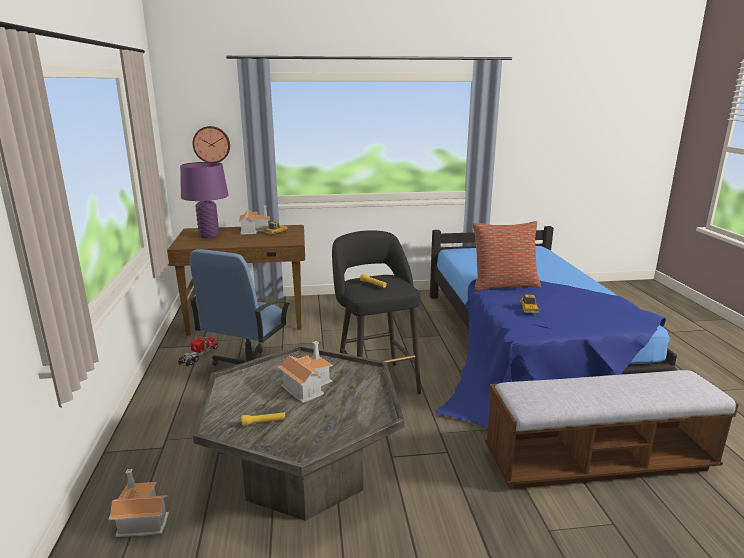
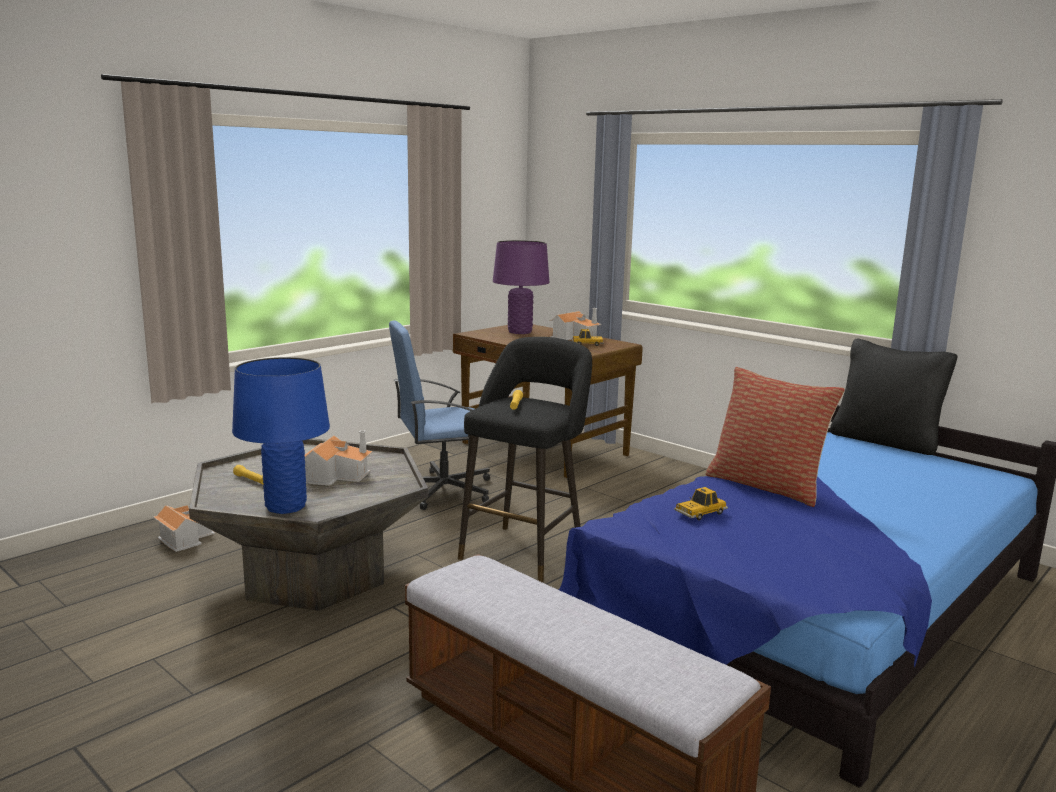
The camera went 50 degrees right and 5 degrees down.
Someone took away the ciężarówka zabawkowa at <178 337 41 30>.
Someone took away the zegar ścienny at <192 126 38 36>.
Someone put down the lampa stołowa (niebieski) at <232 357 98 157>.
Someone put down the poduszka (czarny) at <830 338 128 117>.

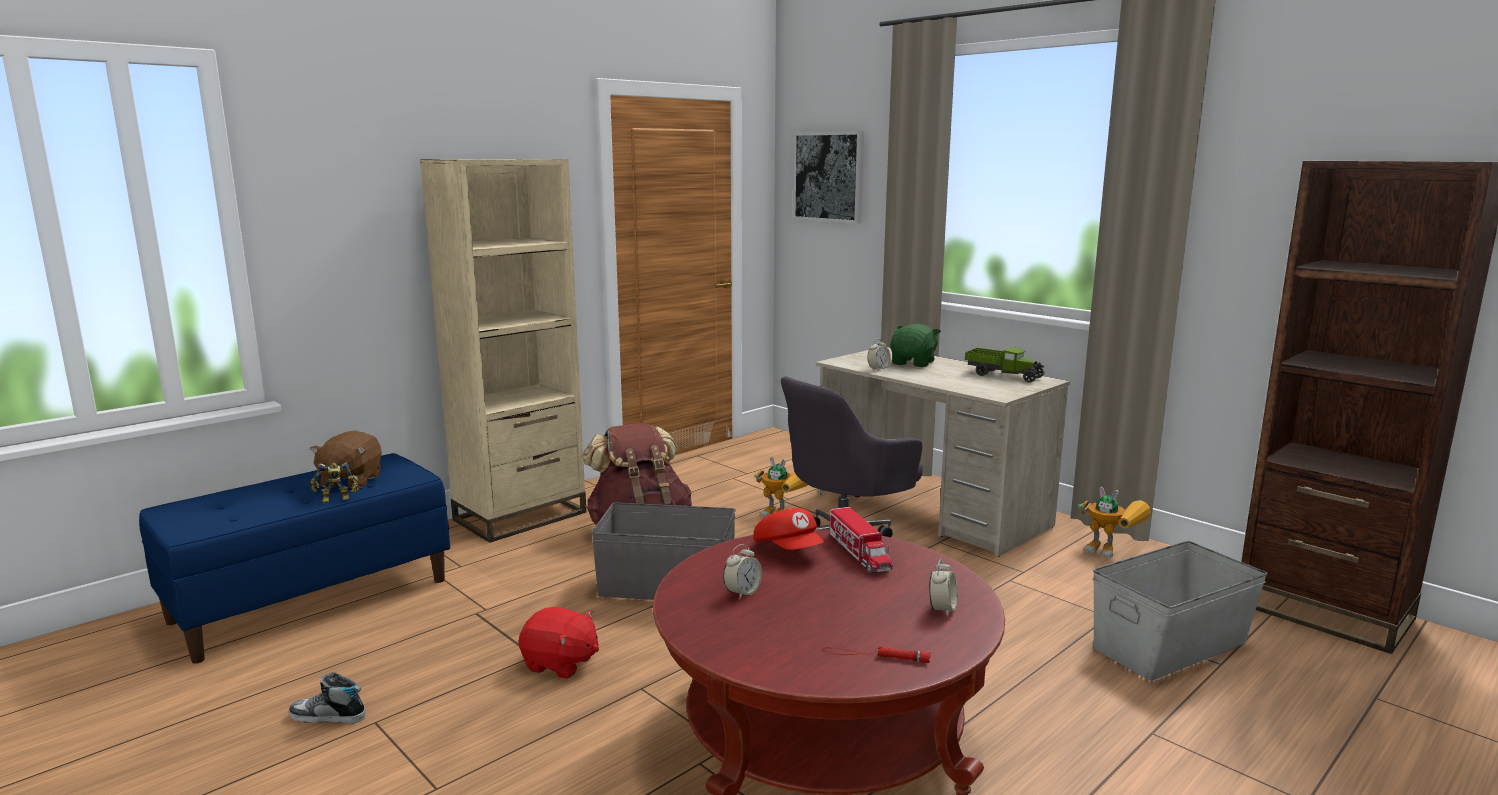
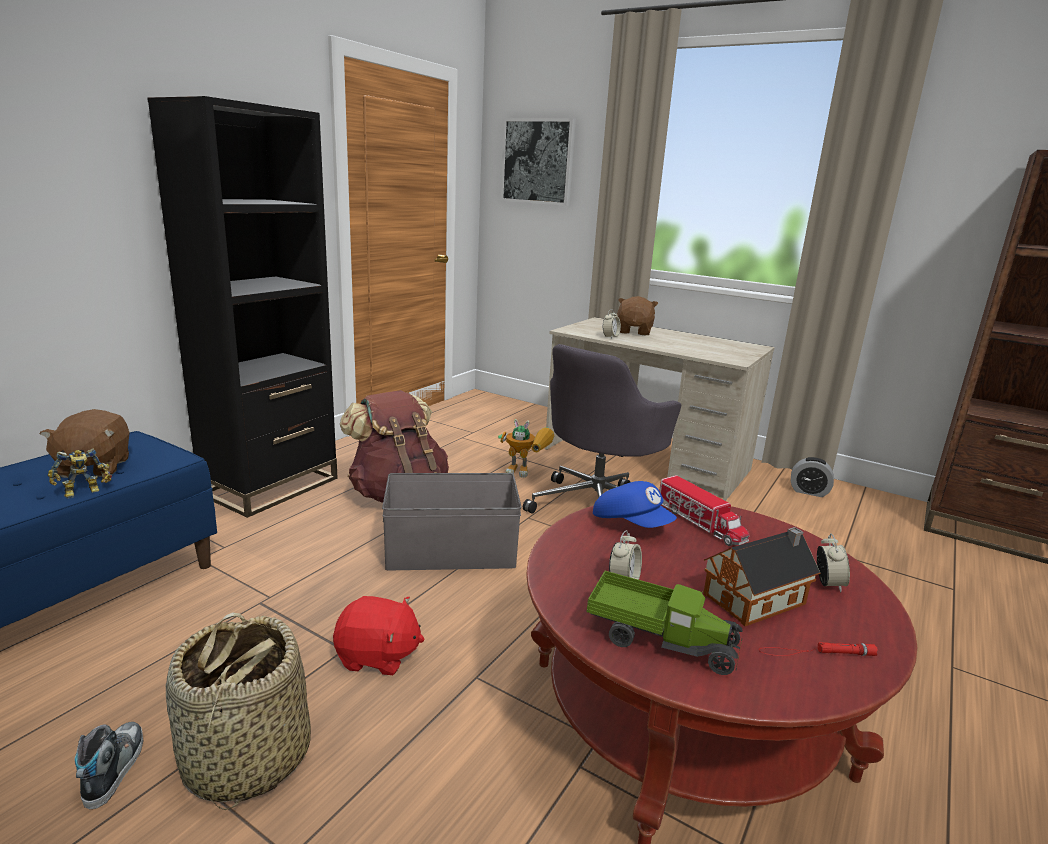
The camera went 15 degrees left and 5 degrees up.
Someone rotated the but at <289 672 77 52> by 90 degrees clockwise.
Someone repainted the regał (beżowy) at <420 159 167 384>, which became the regał (czarny) at <147 96 191 422>.
Someone repainted the czapka z daszkiem (czerwony) at <753 508 71 42>, which became the czapka z daszkiem (niebieski) at <593 481 84 47>.
Someone repainted the pluszak (zielony) at <890 324 51 43>, which became the pluszak (brązowy) at <617 296 41 39>.
Someone carried the ciężarówka zabawkowa from <965 347 80 36> to <587 571 156 104>.
Someone swapped the robot zabawkowy at <1078 487 73 71> for the budzik at <791 457 43 40>.
Someone took away the pojemnik do przechowywania (szary) at <1092 541 176 140>.
Someone put down the koszyk at <166 612 145 198>.
Someone put down the domek at <703 527 117 99>.

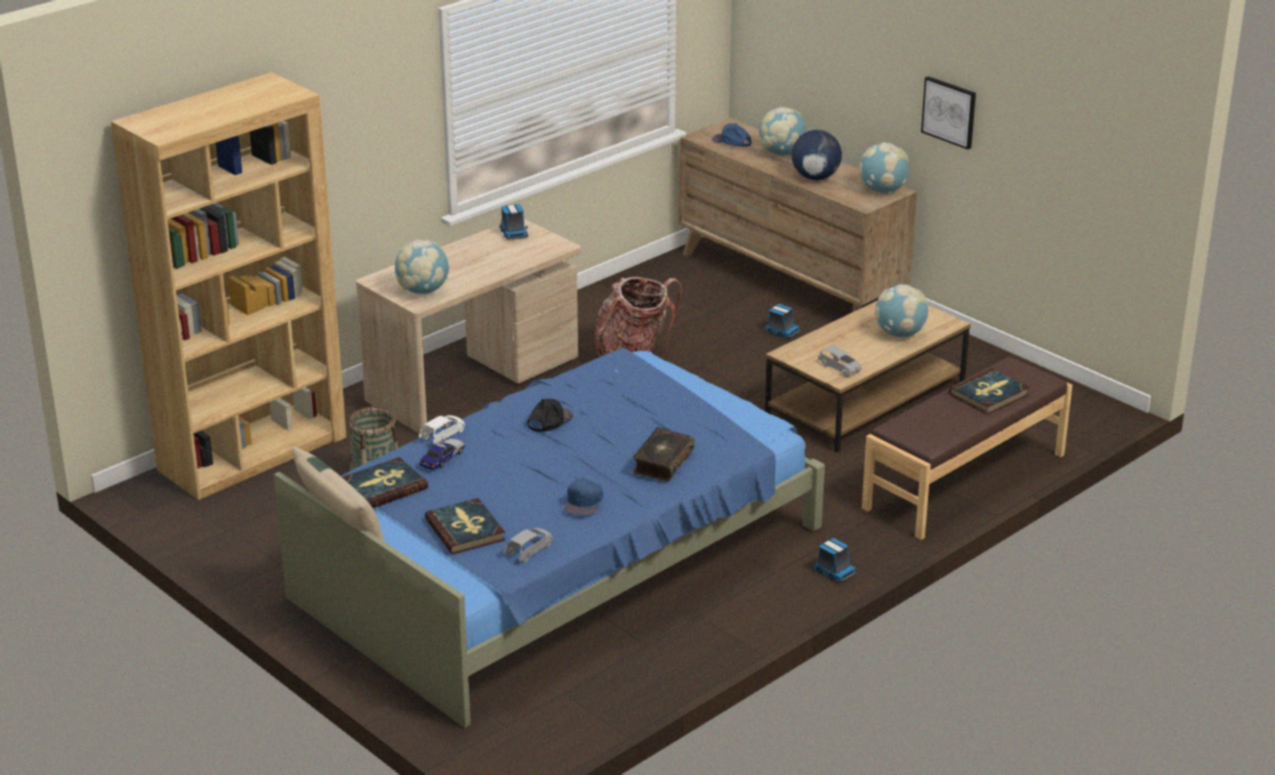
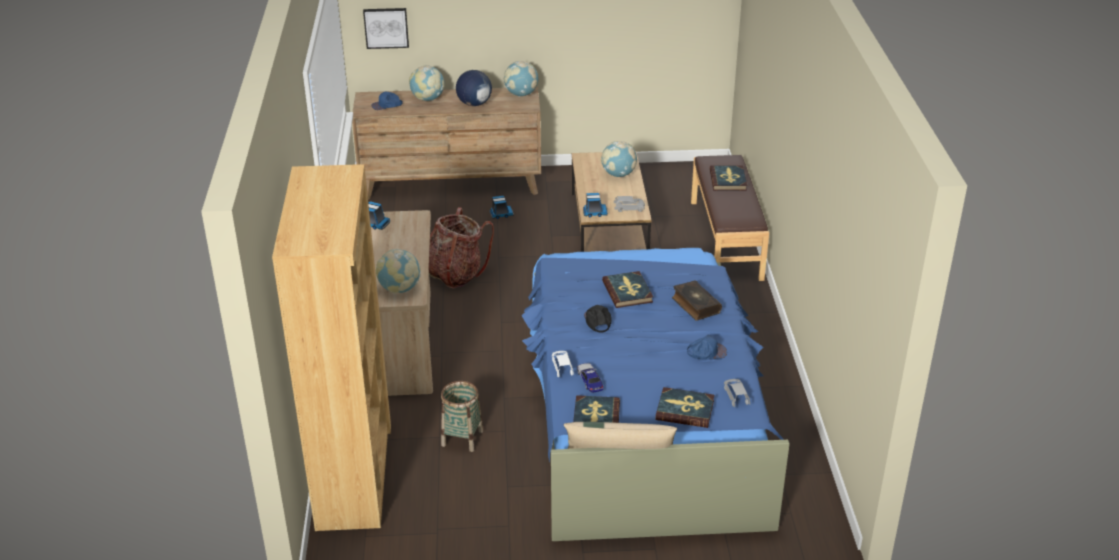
The camera went 50 degrees left and 5 degrees up.
Someone rotated the czapka z daszkiem (niebieski) at <564 477 40 39> by 60 degrees counterclockwise.
Someone carried the ciężarówka zabawkowa from <813 538 44 45> to <583 193 25 24>.
Someone carried the obraz from <921 76 55 74> to <363 8 46 41>.
Someone put down the książka at <602 271 51 37>.

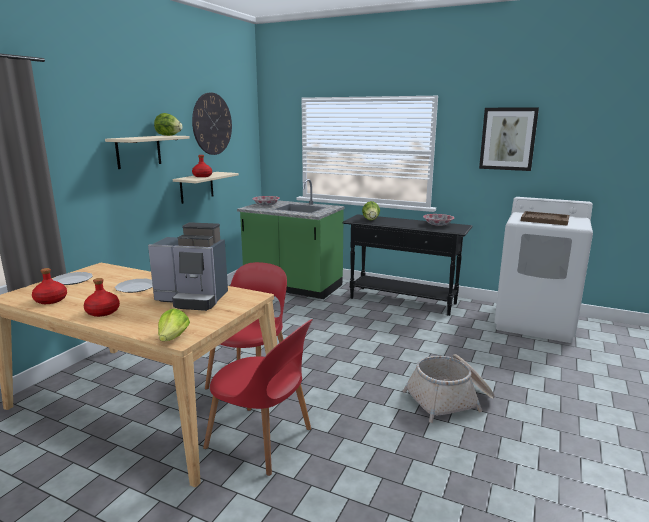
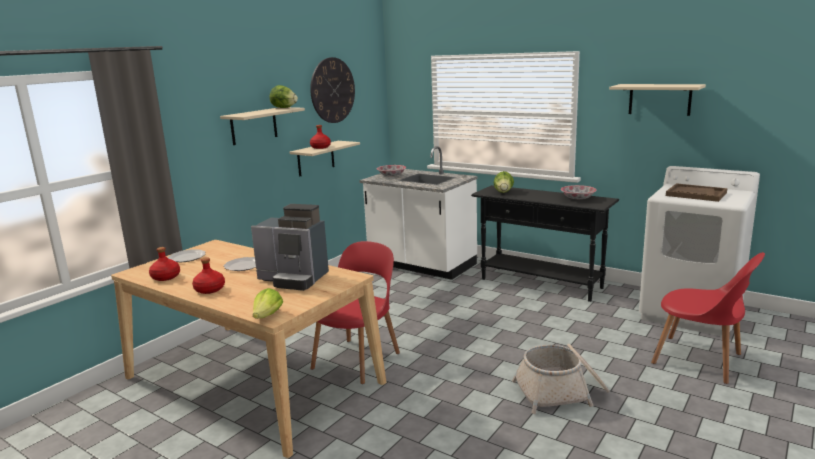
The camera went 10 degrees right and 0 degrees up.
Someone carried the krzesło (czerwony) from <203 319 110 157> to <651 252 114 132>.
Someone repainted the zabudowa kuchenna (zielony) at <237 179 107 120>, which became the zabudowa kuchenna (biały) at <359 146 118 134>.
Someone swapped the obraz at <479 107 60 64> for the półka (beżowy) at <609 84 97 32>.

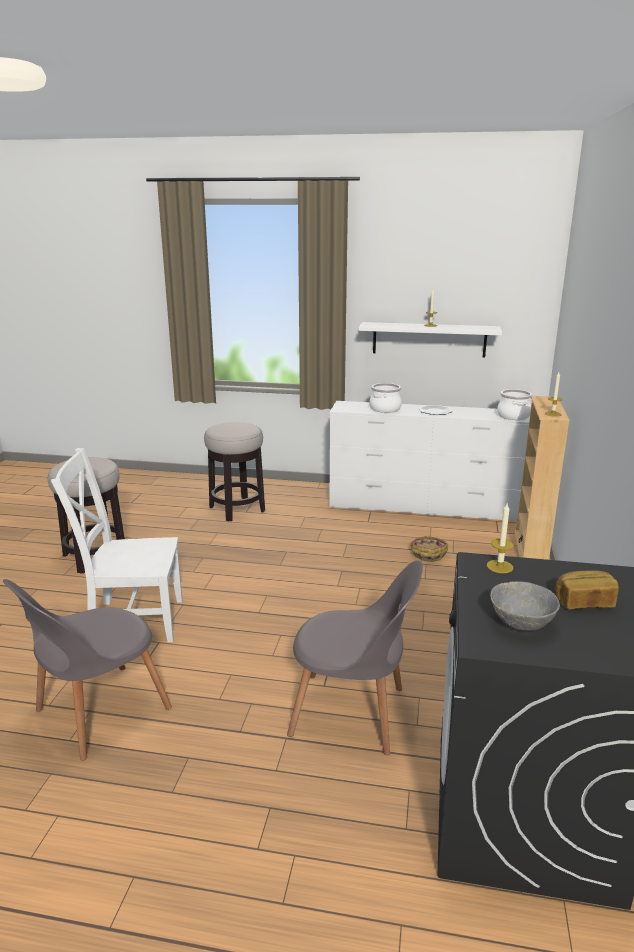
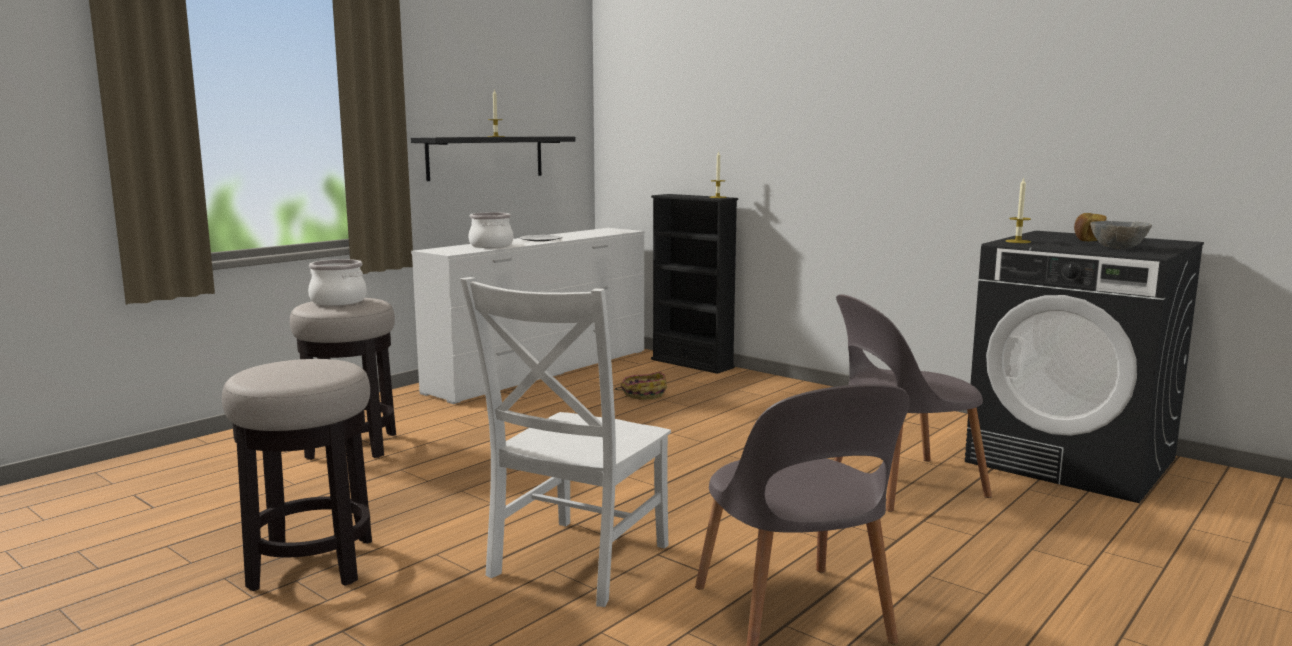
The camera went 60 degrees left and 10 degrees down.
Someone rotated the krzesło (szary) at <287 561 136 194> by 150 degrees counterclockwise.
Someone repainted the półka (biały) at <359 322 143 36>, which became the półka (czarny) at <411 136 165 45>.
Someone carried the garnek from <497 389 35 31> to <308 259 59 47>.
Someone repainted the regał (beżowy) at <514 396 56 164>, which became the regał (czarny) at <651 194 87 180>.

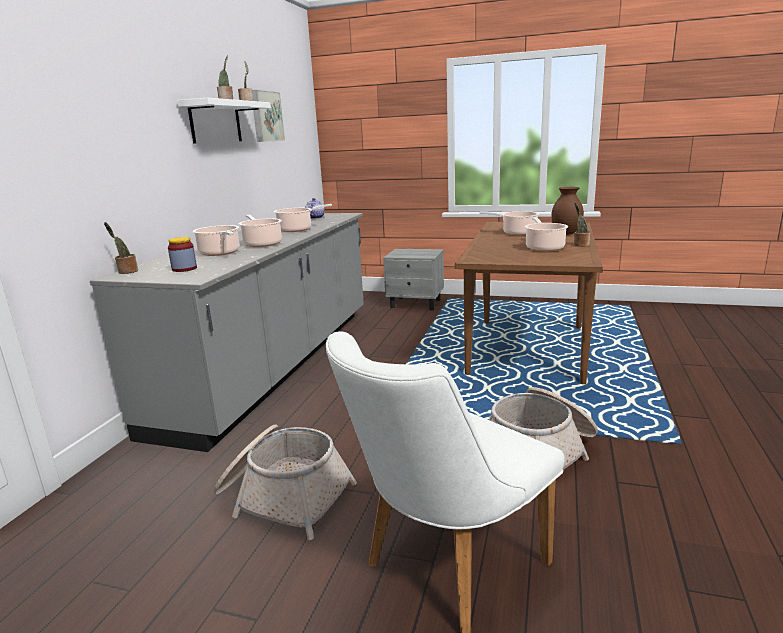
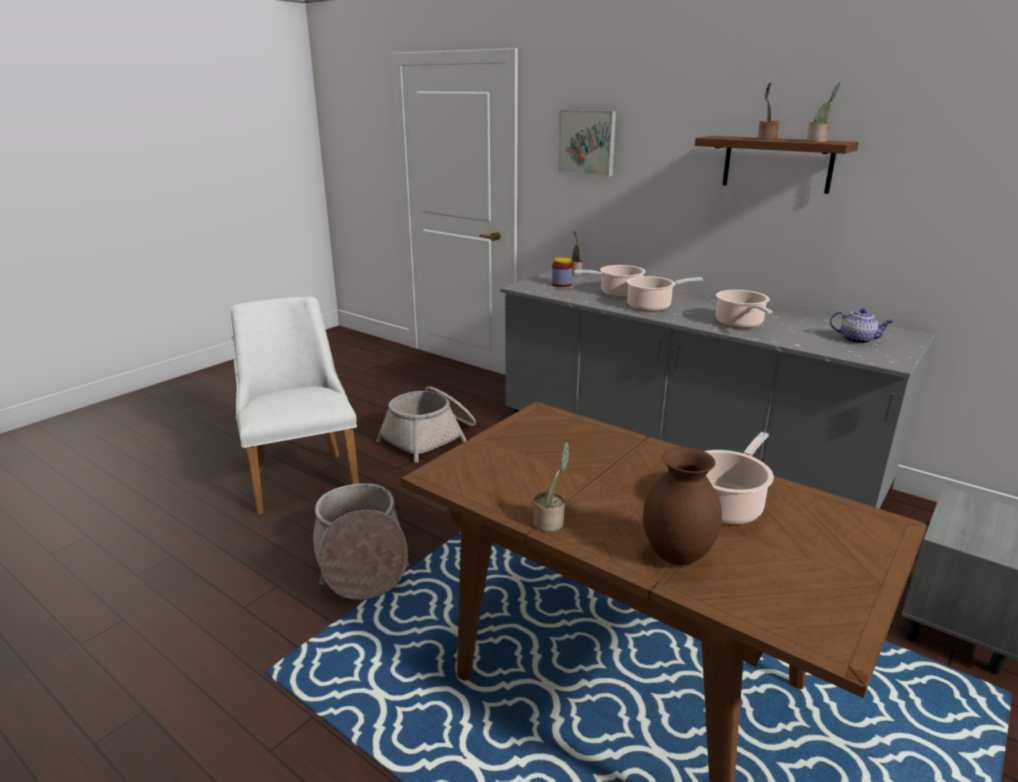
The camera went 110 degrees right and 5 degrees up.
Someone repainted the półka (biały) at <177 98 94 46>, which became the półka (brązowy) at <695 136 164 58>.
Someone carried the obraz from <252 90 33 52> to <558 110 58 67>.
Someone took away the garnek at <525 217 43 35>.

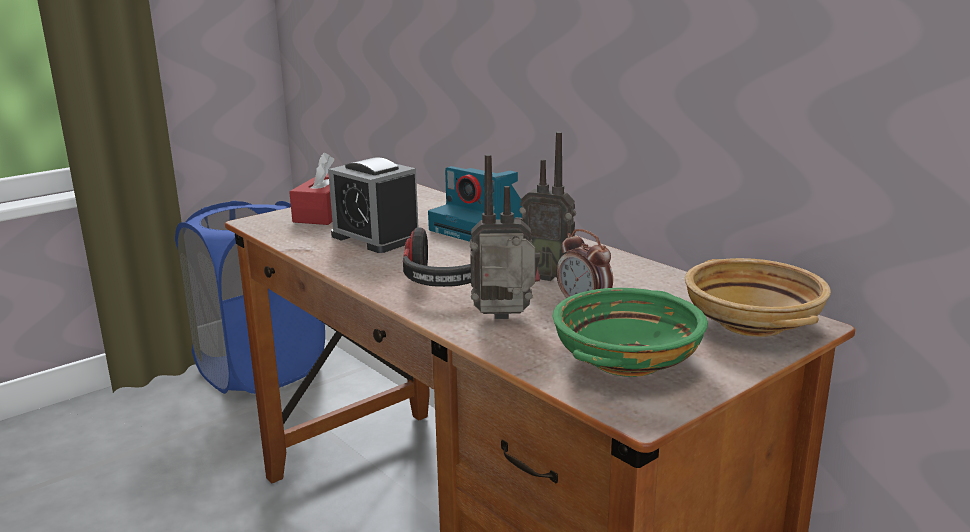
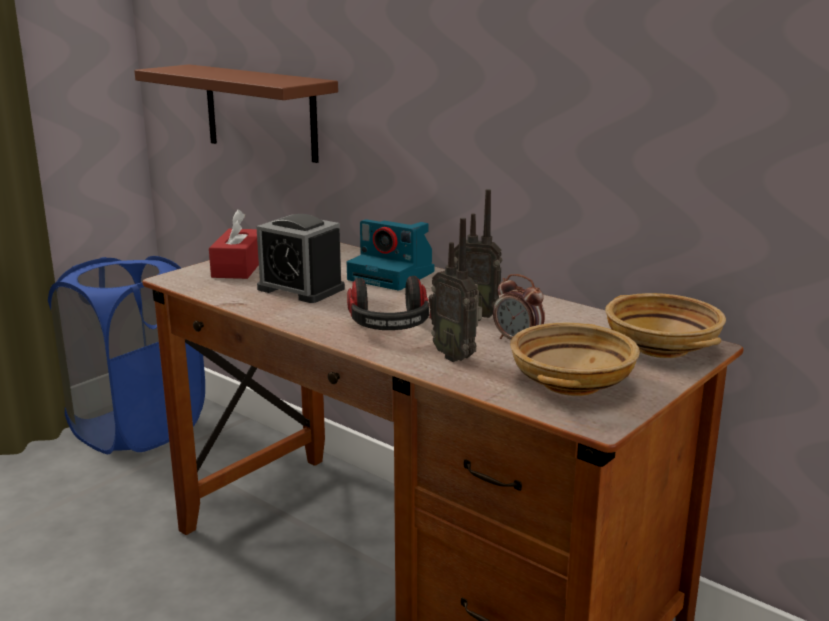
The camera went 10 degrees left and 0 degrees up.
Someone rotated the radio at <470 154 70 165> by 120 degrees counterclockwise.
Someone repainted the miska (zielony) at <552 288 156 89>, which became the miska (beżowy) at <510 323 130 73>.
Someone put up the półka (brązowy) at <134 64 204 99>.

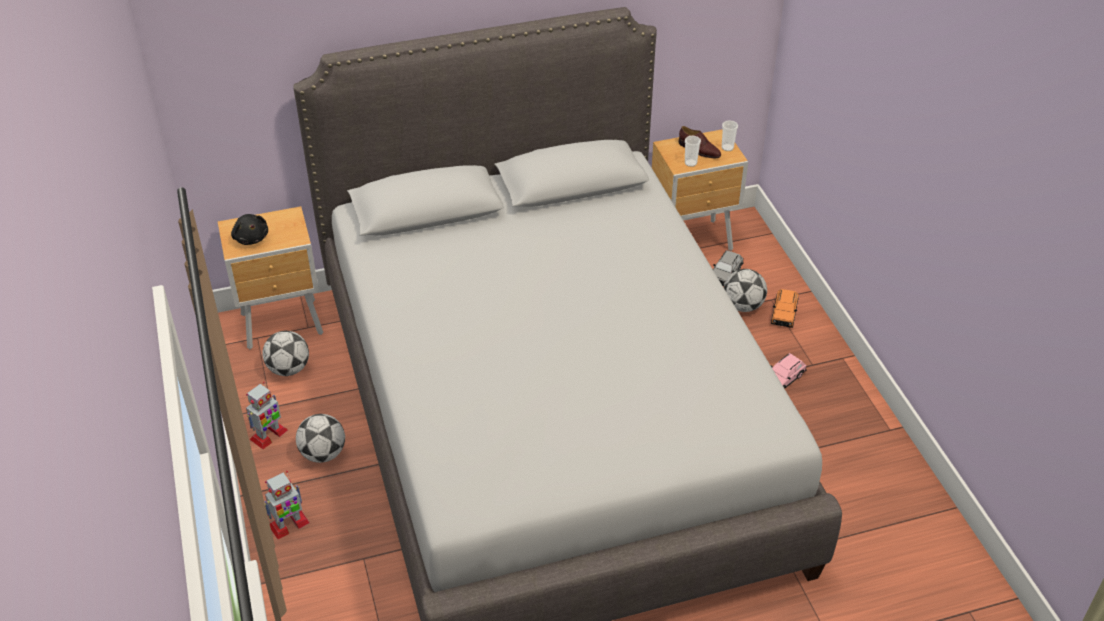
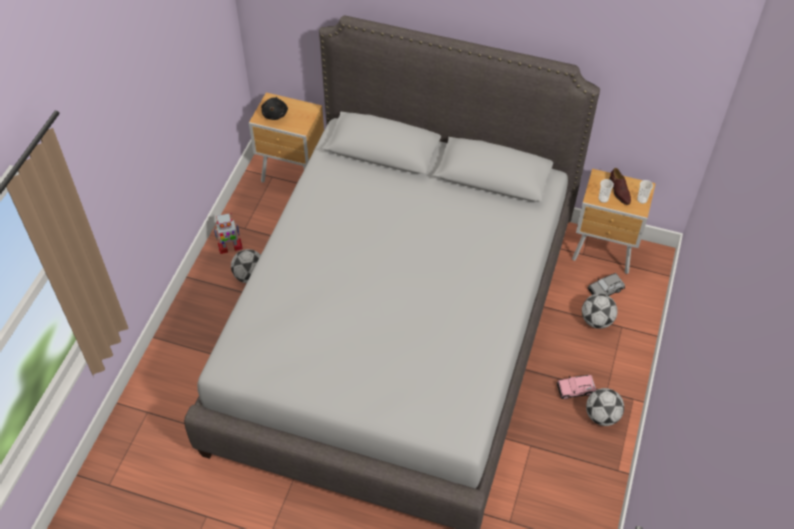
The camera went 35 degrees right and 10 degrees up.
Someone carried the piłka futbolowa from <262 331 47 45> to <586 388 38 38>.
Someone took away the robot zabawkowy at <264 471 46 68>.
Someone took away the samochodzik (pomarańczowy) at <771 289 28 39>.

